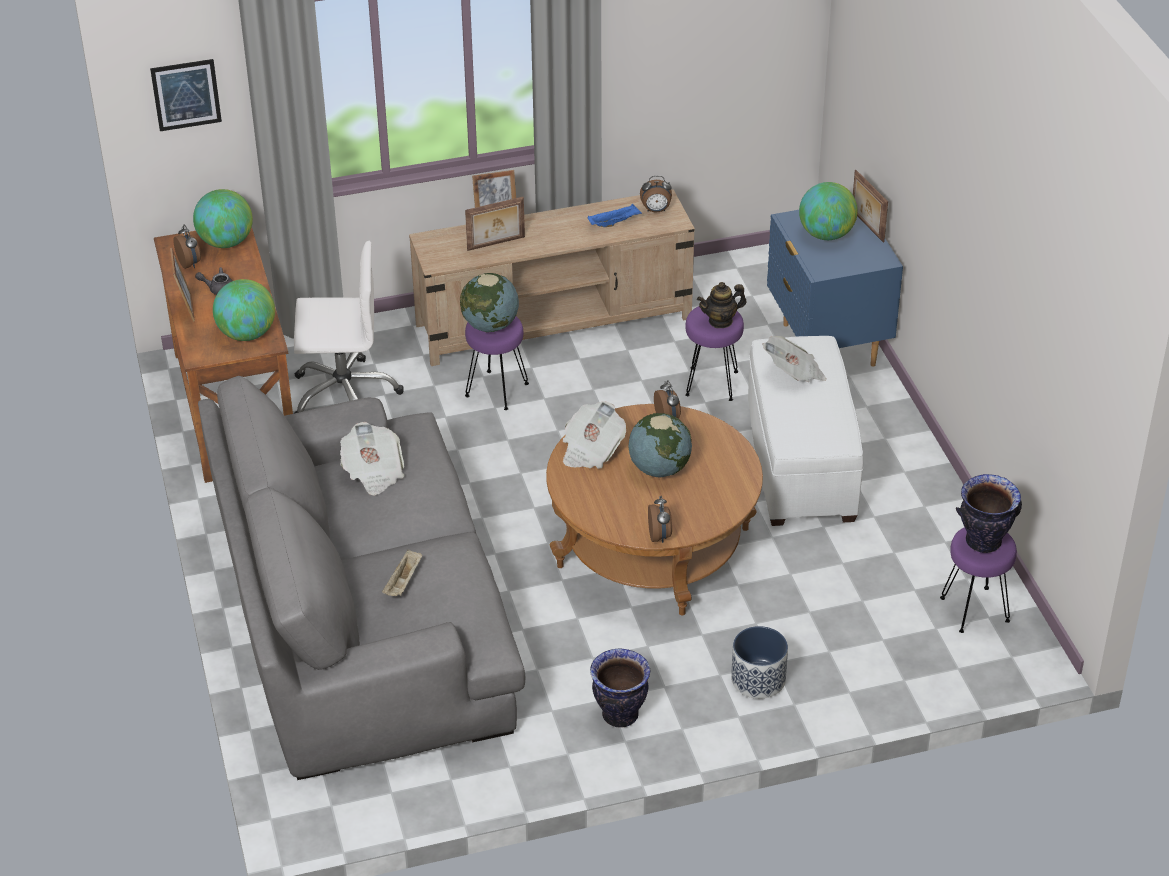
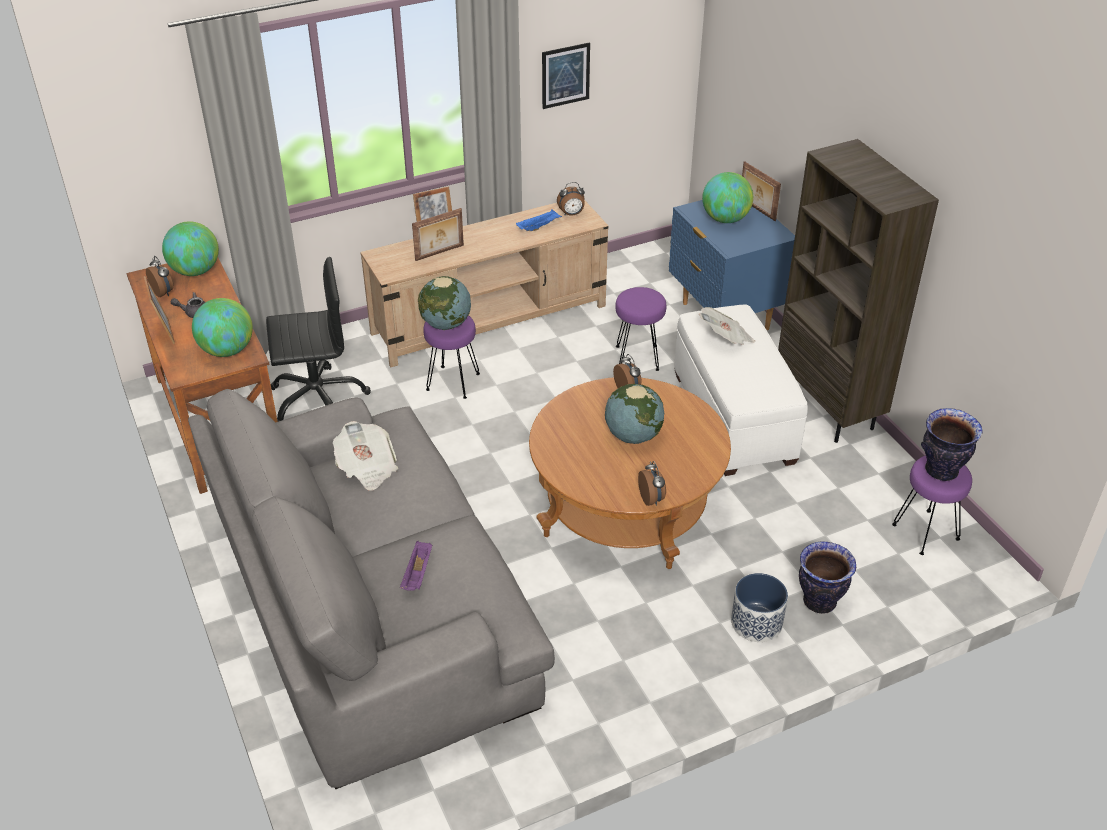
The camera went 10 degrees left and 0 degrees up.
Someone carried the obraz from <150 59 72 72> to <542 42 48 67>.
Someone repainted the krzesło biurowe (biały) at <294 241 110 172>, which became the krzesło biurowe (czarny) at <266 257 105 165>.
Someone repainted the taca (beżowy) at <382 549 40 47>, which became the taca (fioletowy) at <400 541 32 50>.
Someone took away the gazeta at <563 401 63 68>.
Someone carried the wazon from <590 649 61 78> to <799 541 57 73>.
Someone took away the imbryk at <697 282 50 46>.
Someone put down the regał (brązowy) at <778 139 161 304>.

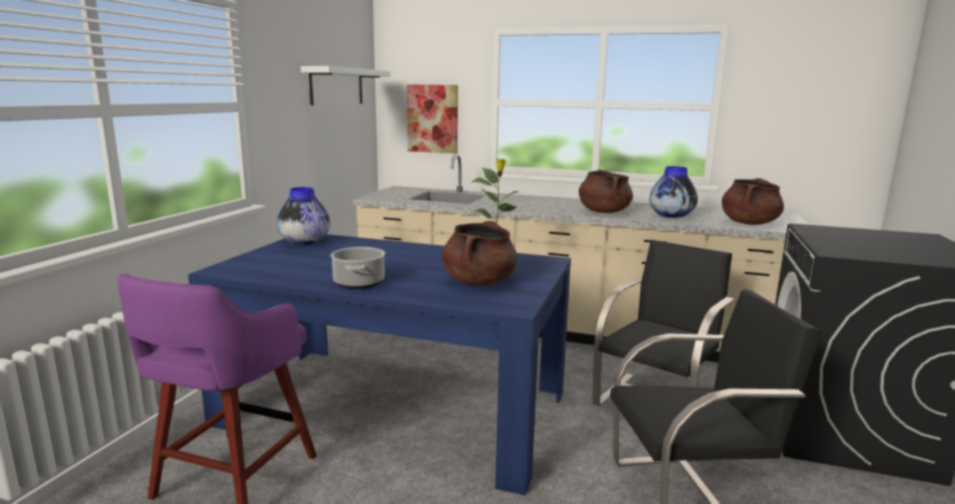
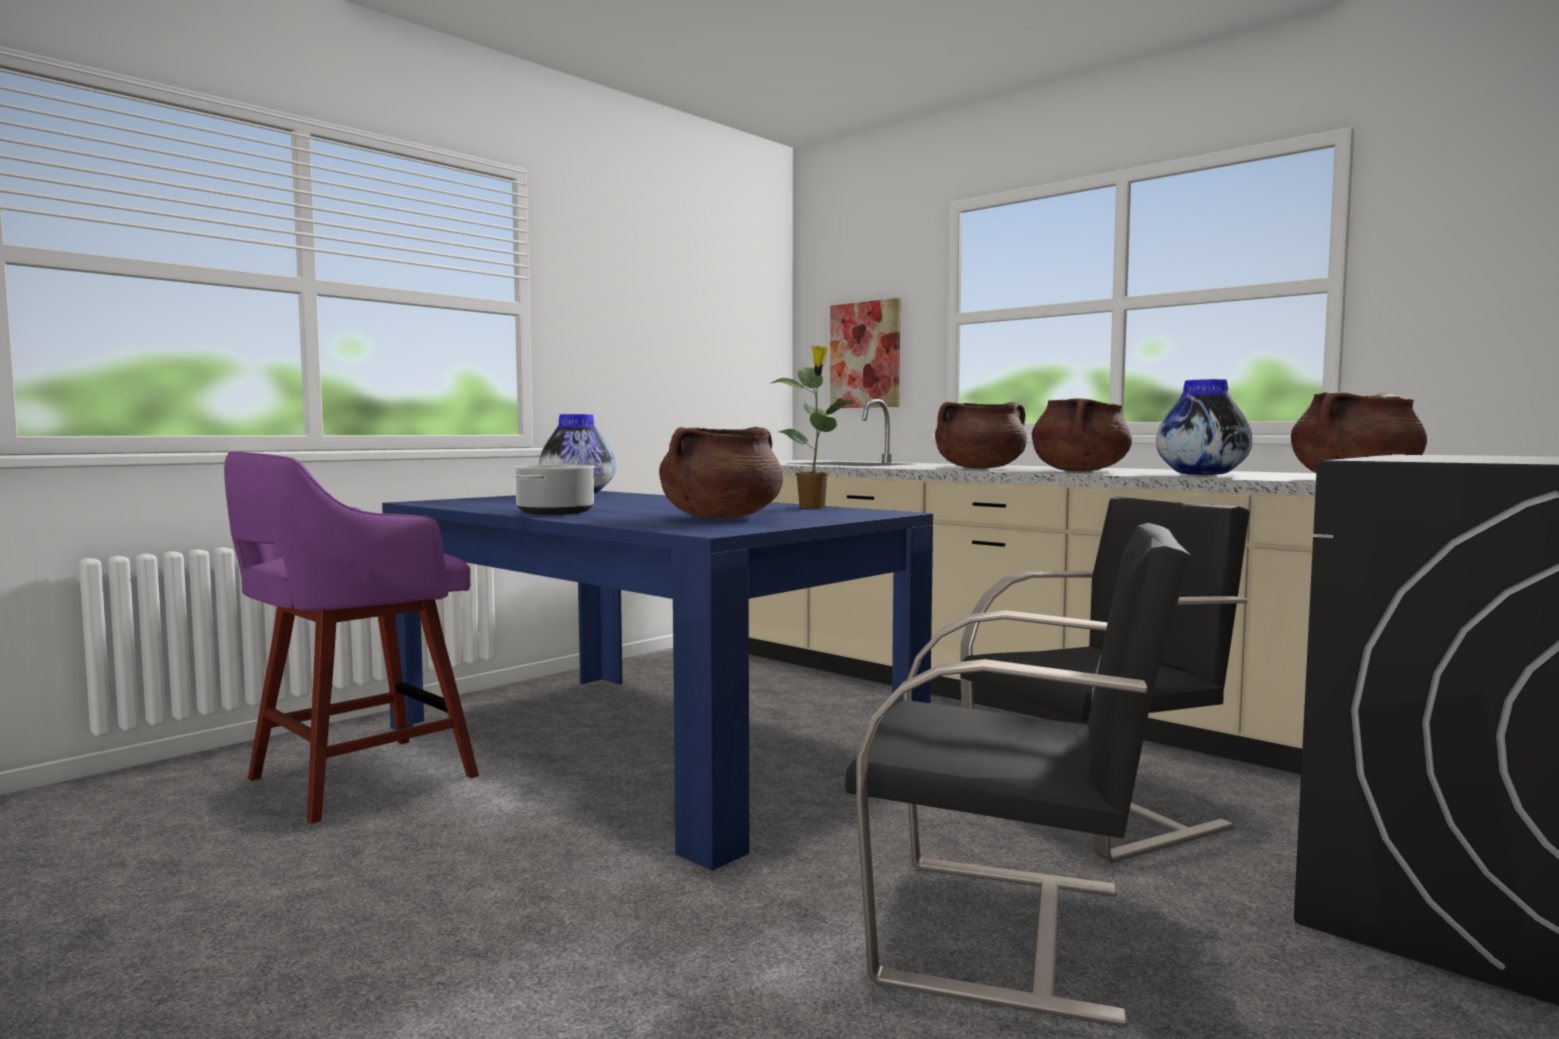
The camera went 25 degrees right and 10 degrees down.
Someone took away the półka (biały) at <301 66 89 39>.
Someone put down the garnek (brązowy) at <935 401 92 68>.

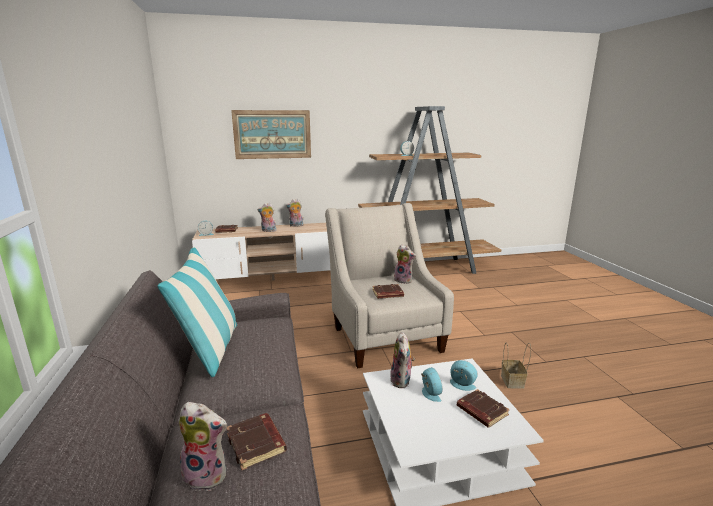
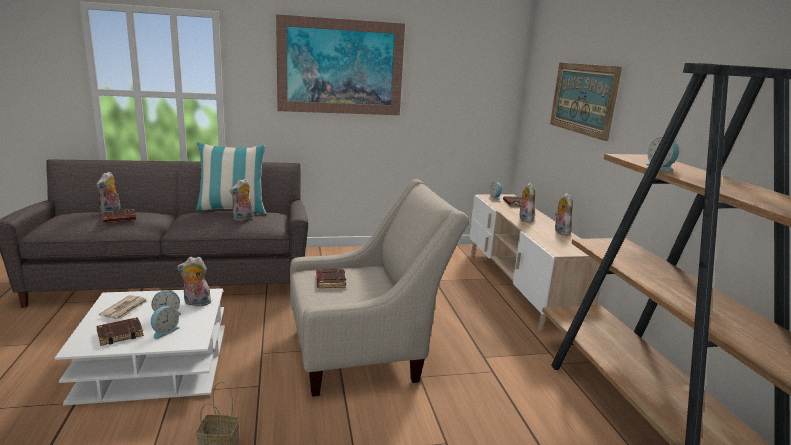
The camera went 90 degrees right and 0 degrees up.
Someone carried the pluszak from <394 244 22 40> to <230 178 23 43>.
Someone put down the gazeta at <99 295 49 24>.
Someone put up the obraz at <276 14 129 101>.

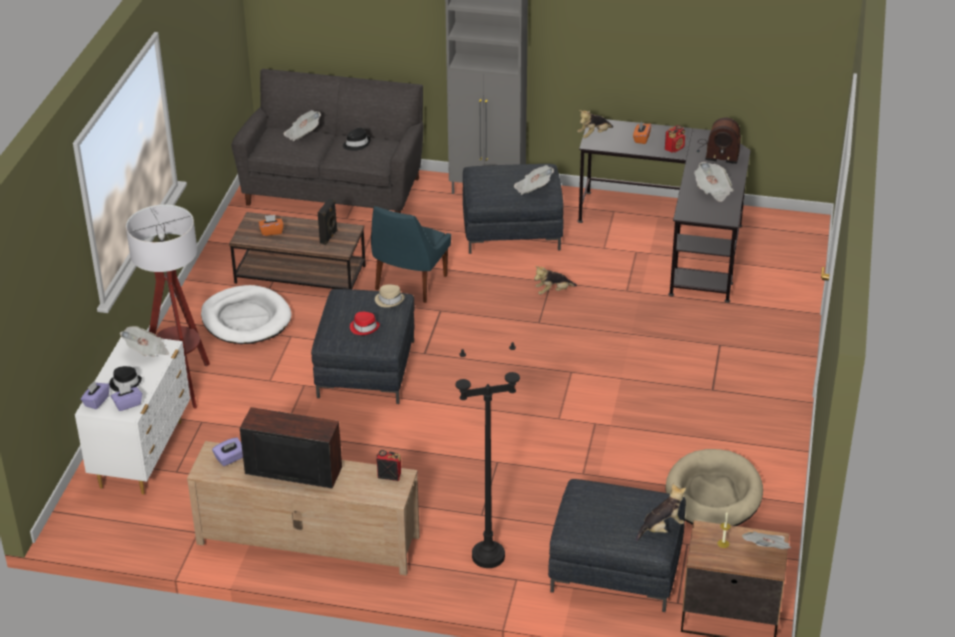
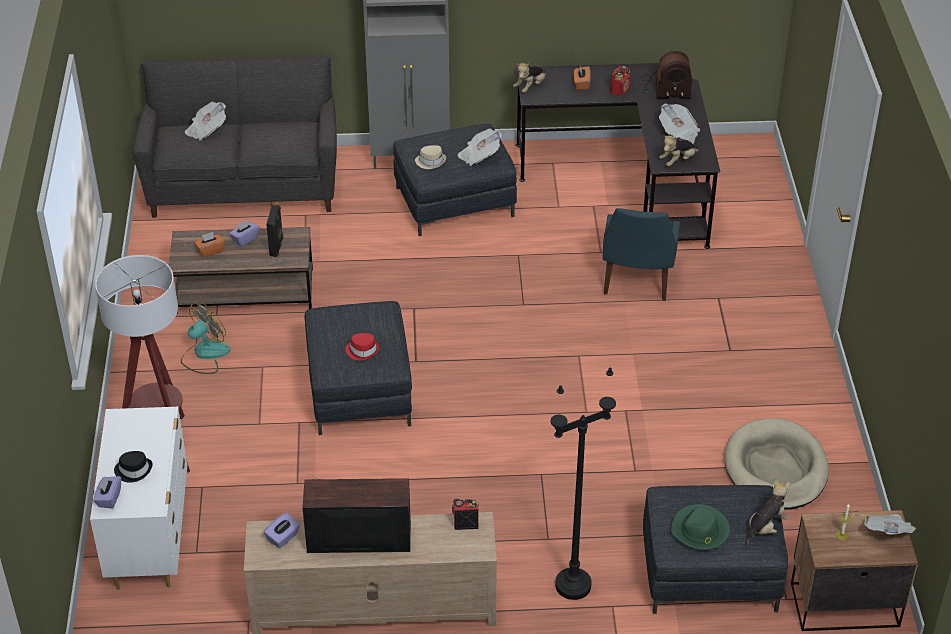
The camera went 15 degrees left and 5 degrees up.
Someone carried the pudełko chusteczek (fioletowy) from <111 384 31 27> to <229 220 30 27>.
Someone took away the gazeta at <120 326 50 31>.
Someone swapped the legowisko (biały) at <201 285 91 59> for the wentylator at <181 302 49 72>.
Someone took away the kapelusz (czarny) at <343 128 28 23>.
Someone carried the krzesło (niebieski) from <371 206 80 97> to <603 208 77 93>.
Someone carried the kapelusz (beżowy) from <375 285 30 23> to <415 145 31 24>.
Someone carried the pluszak from <534 266 43 29> to <659 135 41 31>.
Someone put down the kapelusz (zielony) at <670 504 60 47>.

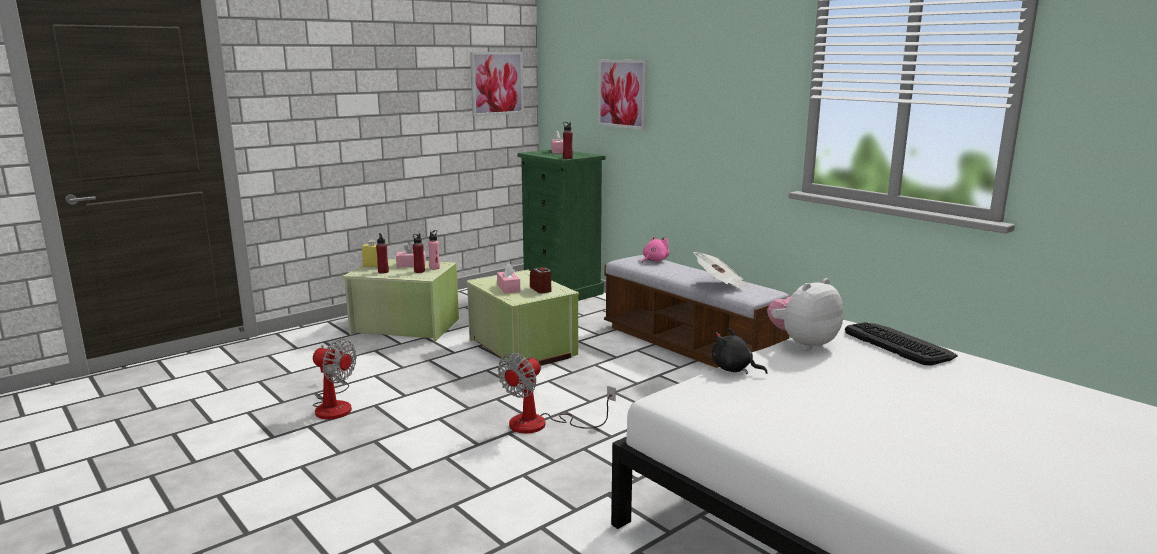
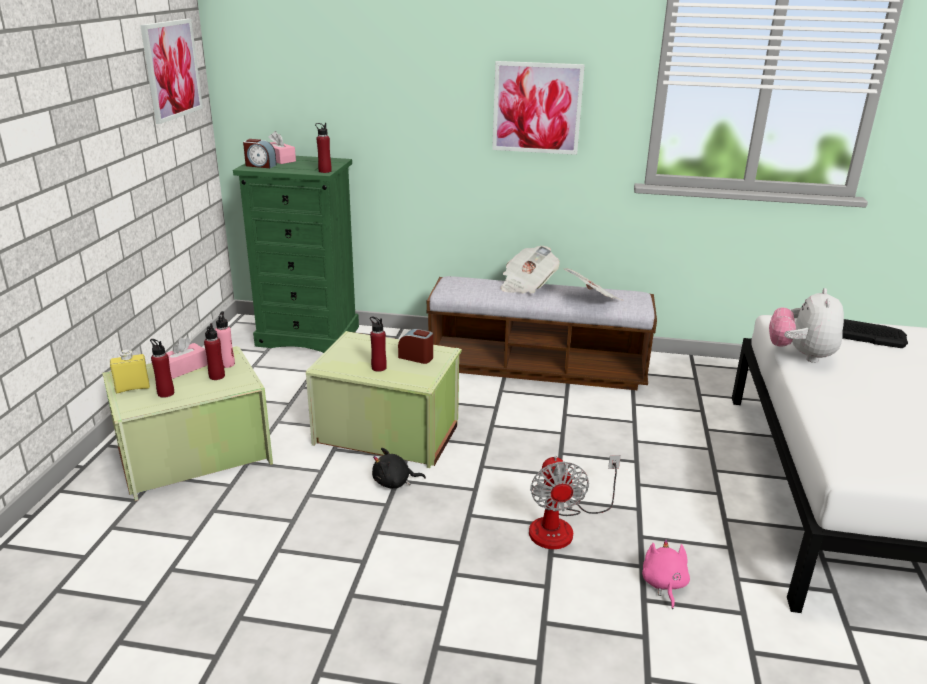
The camera went 40 degrees left and 10 degrees up.
Someone took away the wentylator at <313 339 44 80>.
Someone swapped the pudełko chusteczek (różowy) at <497 263 23 31> for the butelka (czerwony) at <370 316 17 56>.
Someone carried the obraz from <598 60 49 70> to <492 61 93 94>.
Someone carried the pluszak (różowy) from <642 236 27 27> to <642 539 48 70>.
Someone carried the pluszak (czarny) from <711 328 57 46> to <372 448 54 41>.
Someone put down the budzik at <243 139 34 29>.
Someone put down the gazeta at <501 246 59 48>.

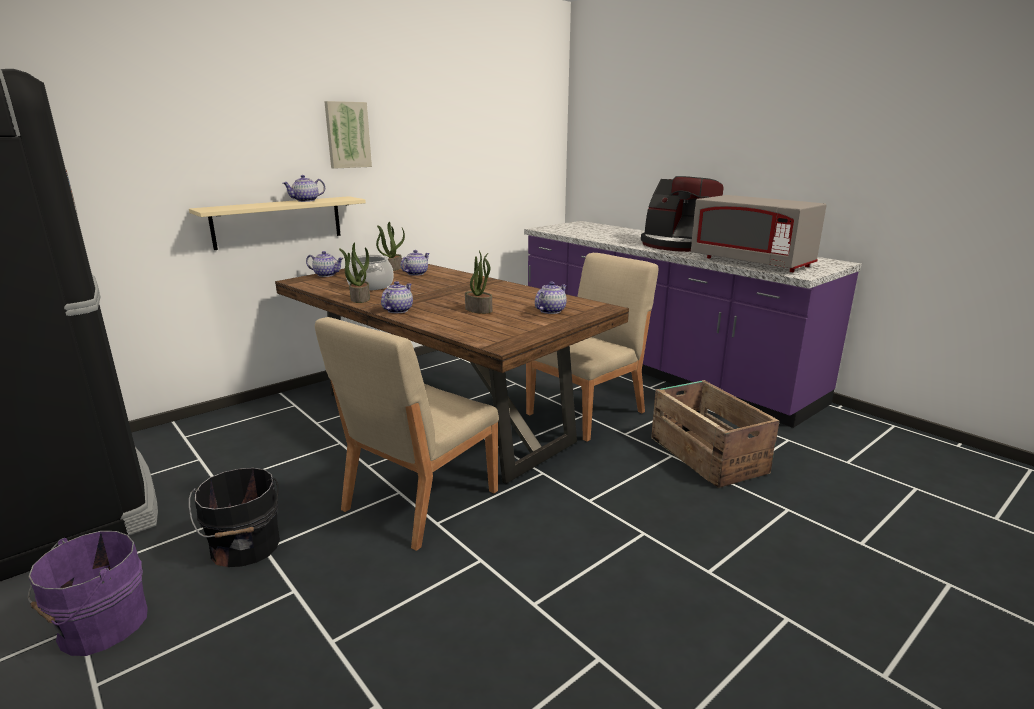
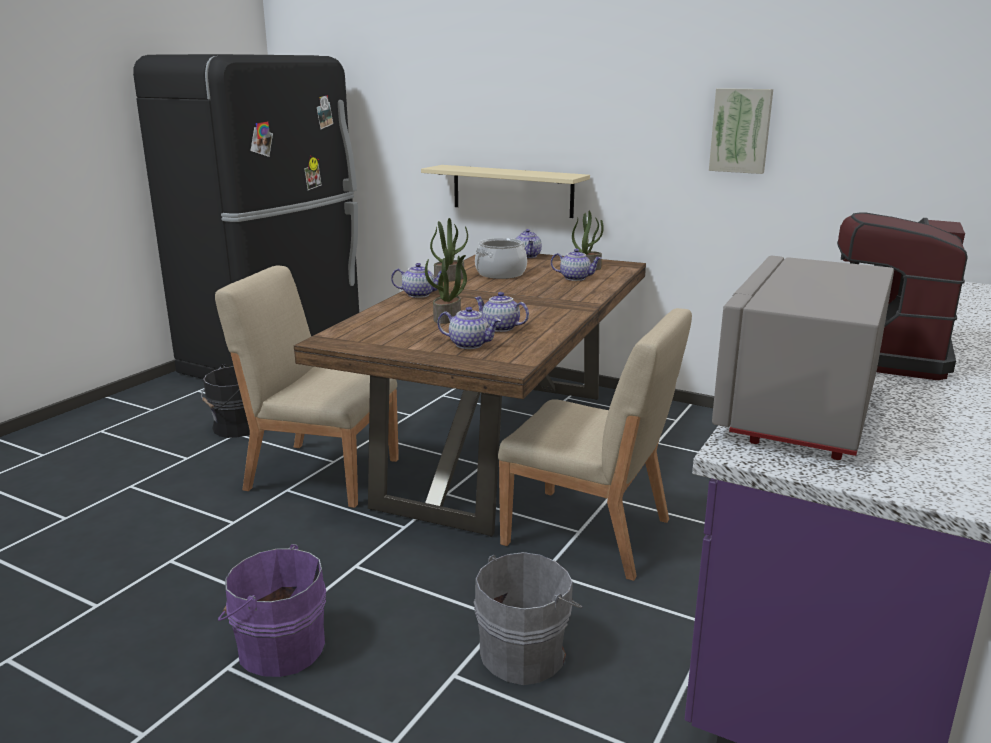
The camera went 70 degrees right and 0 degrees up.
Someone carried the wiadro (fioletowy) from <28 531 120 125> to <218 544 108 133>.
Someone carried the imbryk from <283 175 42 27> to <475 292 54 40>.
Someone carried the obraz from <324 101 48 68> to <709 88 64 86>.
Someone swapped the skrzynka at <651 380 129 108> for the wiadro (szary) at <474 552 108 133>.

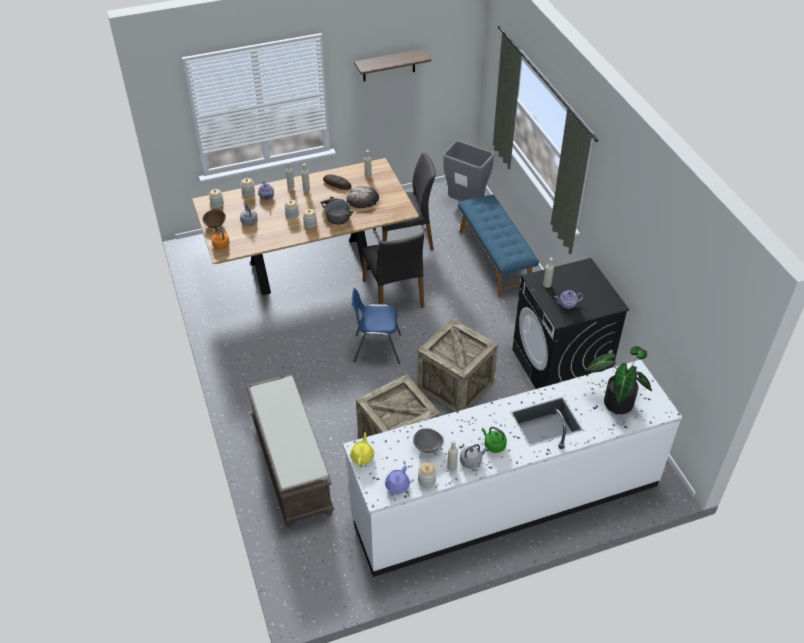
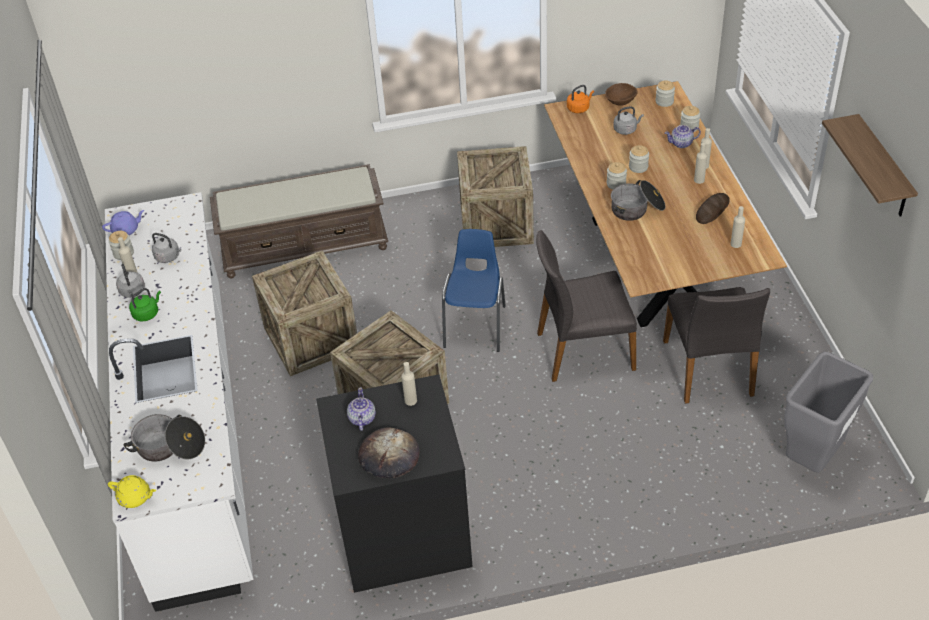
The camera went 100 degrees right and 0 degrees up.
Someone carried the chleb from <346 186 33 22> to <358 428 62 50>.
Someone carried the imbryk (żółty) from <350 432 24 35> to <108 475 48 33>.
Someone rotated the imbryk (fioletowy) at <385 465 25 29> by 120 degrees clockwise.
Someone swapped the miska (szary) at <413 428 31 25> for the czajnik (szary) at <152 233 29 30>.
Someone took away the ławka (niebieski) at <458 194 81 104>.
Someone swapped the roślina doniczkowa at <585 346 67 68> for the garnek at <124 414 81 48>.
Someone put down the skrzynka at <457 146 77 101>.

